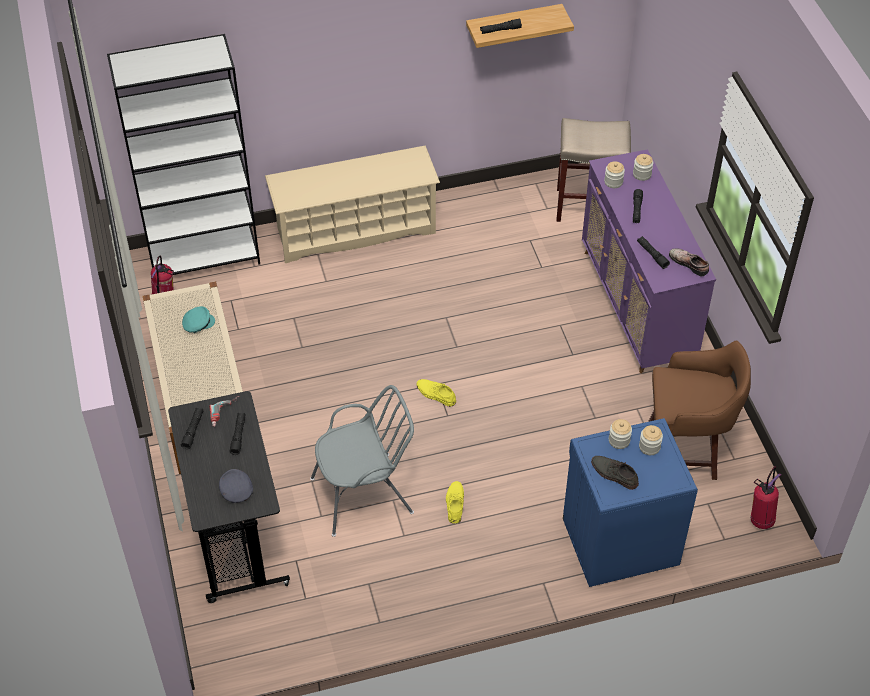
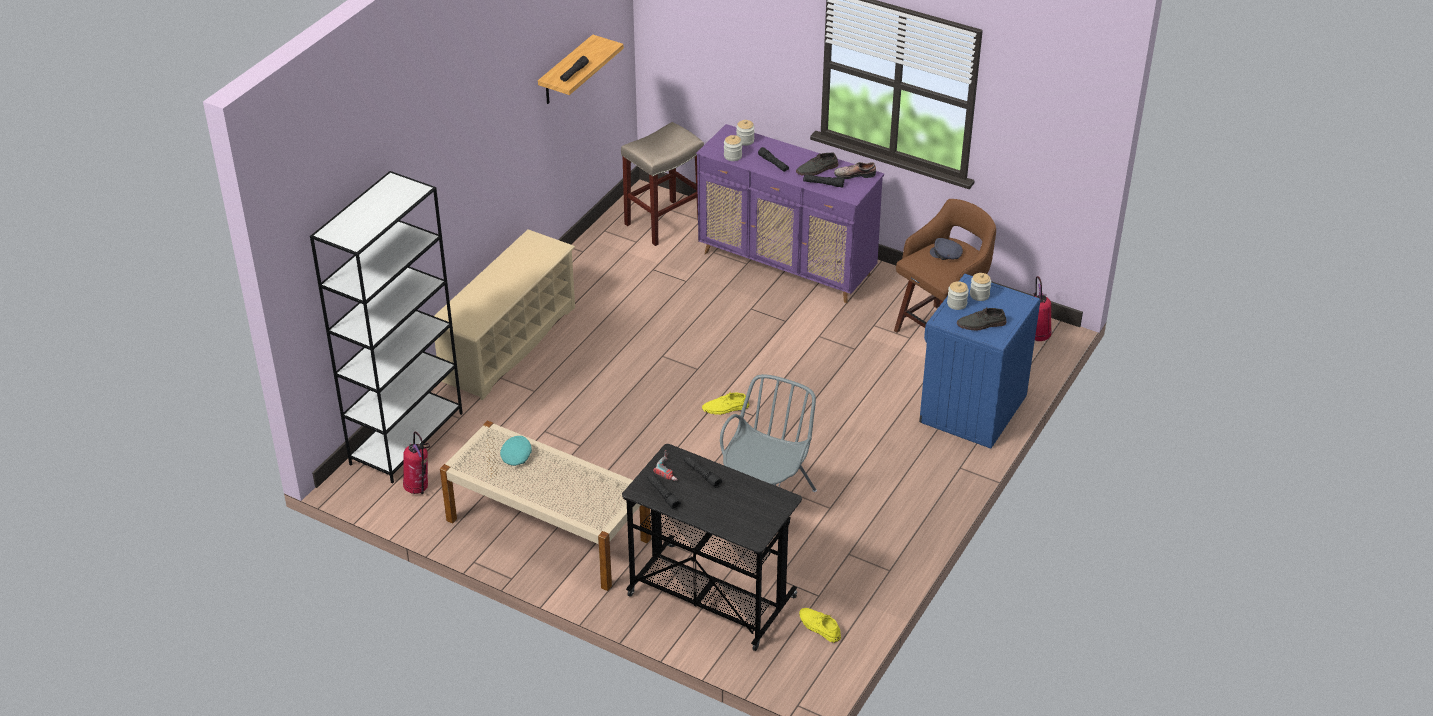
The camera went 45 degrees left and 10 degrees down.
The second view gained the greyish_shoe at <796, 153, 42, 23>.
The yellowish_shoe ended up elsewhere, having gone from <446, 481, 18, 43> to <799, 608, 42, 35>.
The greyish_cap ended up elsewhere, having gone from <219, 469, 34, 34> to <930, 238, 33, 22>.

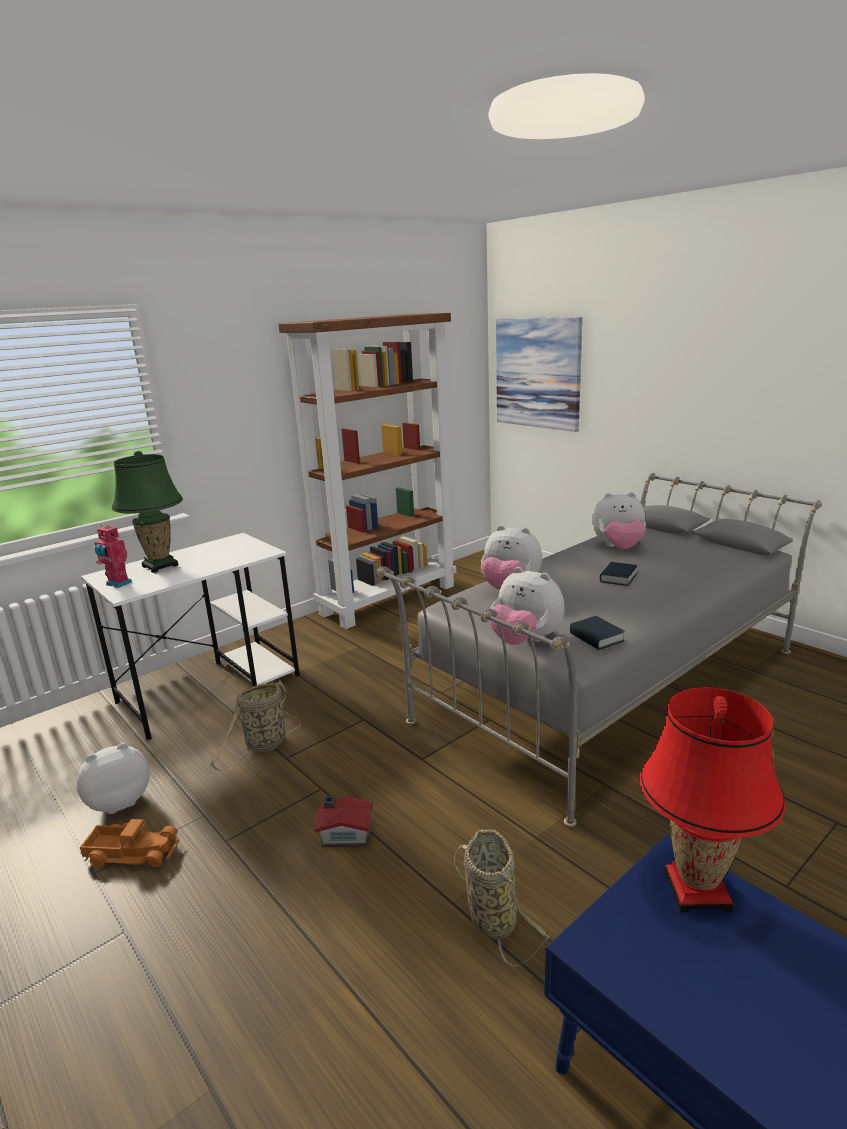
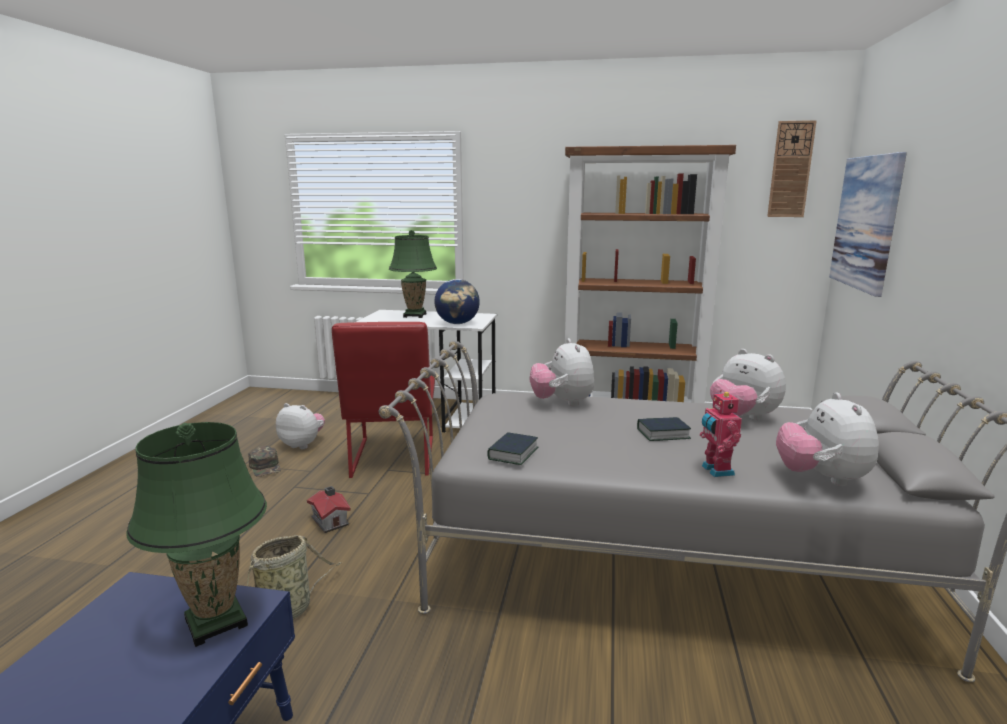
The camera went 50 degrees right and 5 degrees down.
What was the red-coloured_tabletop_lamp at <639, 687, 146, 225> turned into the greenish_tabletop_lamp at <126, 422, 141, 225>.
Where the model_truck stood at <80, 819, 99, 48>, the greenish_cap came to stand at <248, 446, 33, 31>.
Where the basket stood at <210, 680, 91, 91>, the red-coloured_chair came to stand at <332, 322, 103, 156>.
The second view gained the world_globe at <434, 279, 46, 45>.
The robot_figure ended up elsewhere, having gone from <95, 525, 37, 63> to <700, 390, 42, 87>.
The second view gained the clock_on_the_wall at <767, 120, 50, 97>.
The cuddly_toy ended up elsewhere, having gone from <489, 567, 76, 78> to <776, 392, 103, 94>.

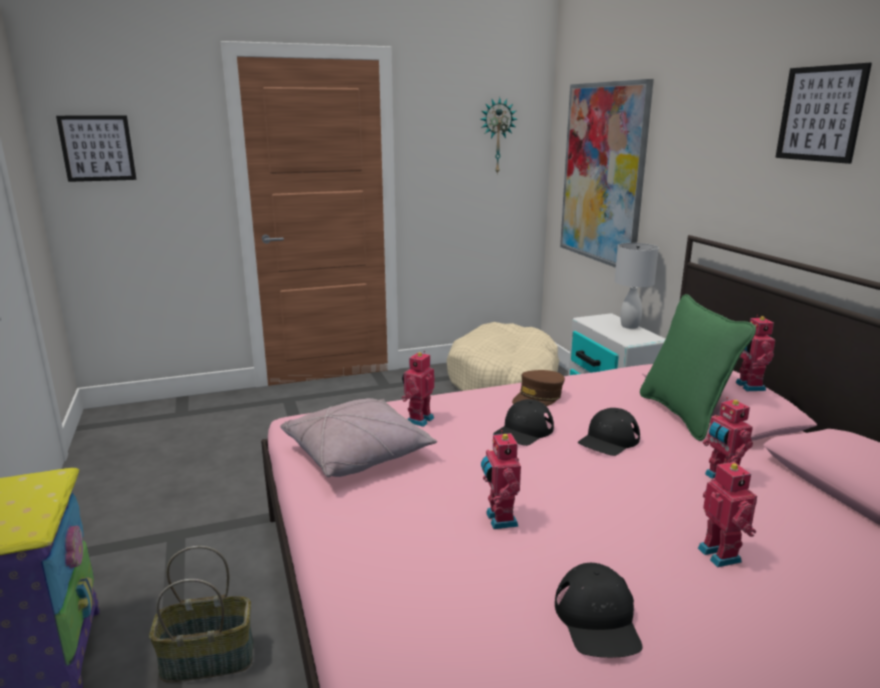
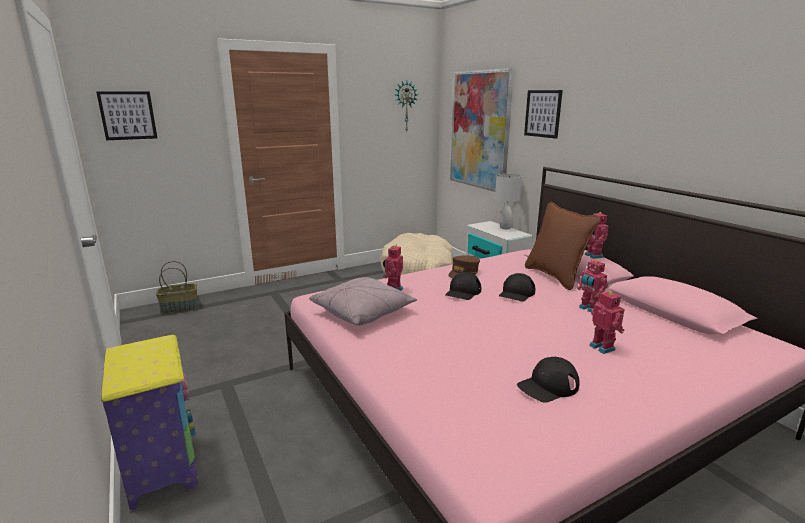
The camera went 10 degrees left and 0 degrees up.
The basket ended up elsewhere, having gone from <149, 546, 105, 136> to <156, 261, 43, 53>.
The blackish_cap at <555, 563, 87, 95> ended up facing another way, 75 degrees clockwise from before.
The wall_picture ended up elsewhere, having gone from <775, 63, 97, 101> to <524, 90, 39, 49>.
What was the greenish_pillow at <640, 294, 116, 147> turned into the brown_pillow at <525, 202, 75, 88>.
The second view lost the robot_figure at <481, 430, 40, 99>.

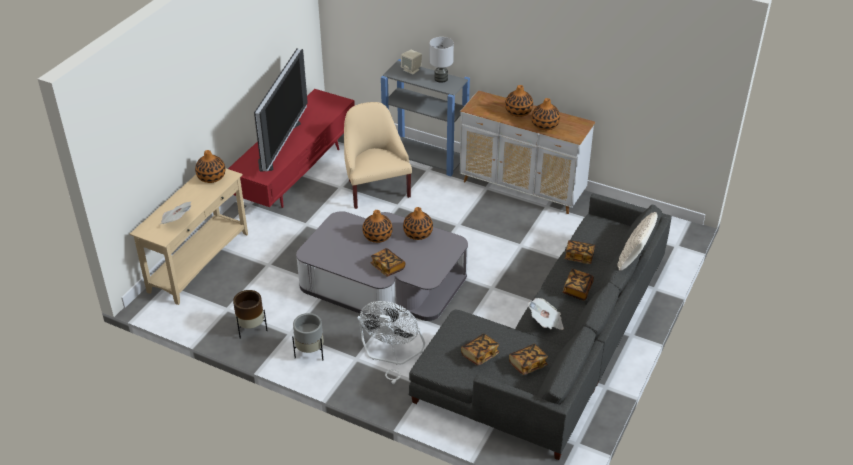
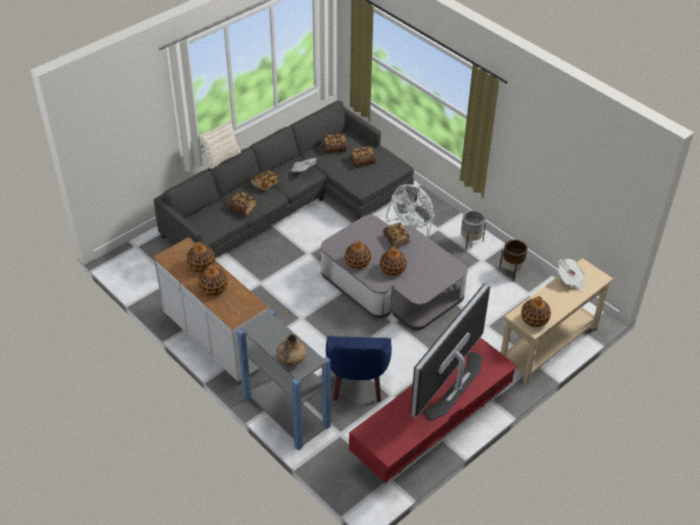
The camera went 160 degrees left and 5 degrees up.
Where the beige-coloured_speaker stood at <401, 50, 21, 24>, the brown_decorative_vase came to stand at <277, 334, 30, 32>.
What was the beige-coloured_easy_chair at <344, 102, 68, 107> turned into the blue_easy_chair at <326, 336, 66, 66>.
The second view lost the greyish_tabletop_lamp at <430, 37, 24, 46>.

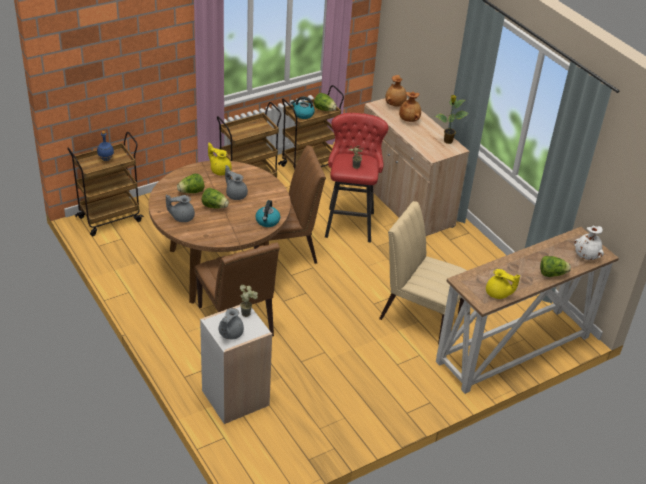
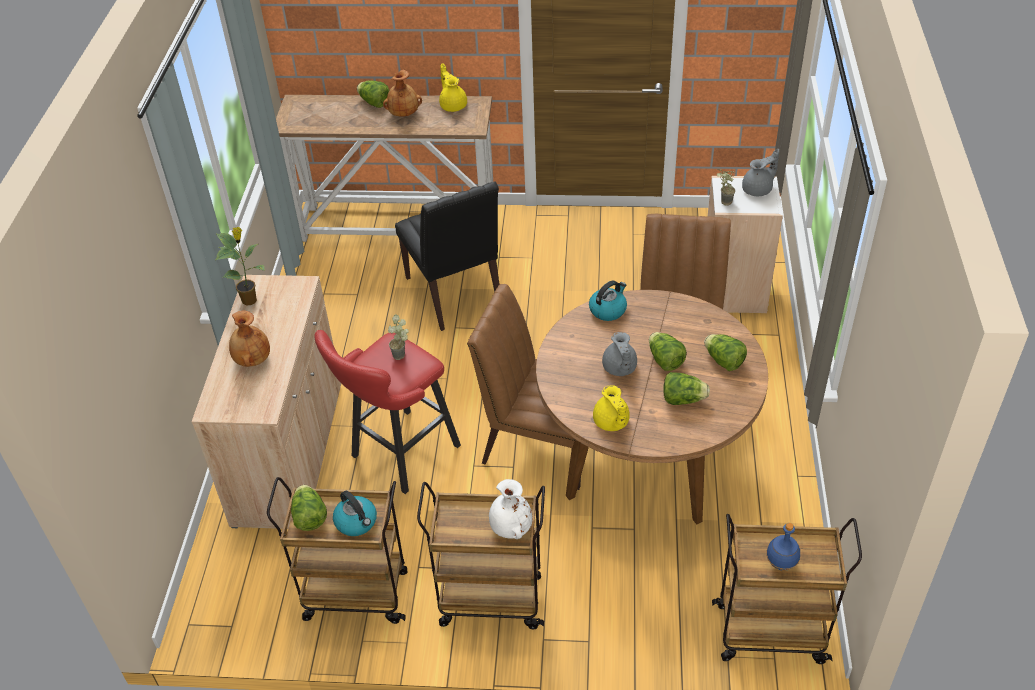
The camera went 140 degrees left and 5 degrees up.
The brown_decorative_vase ended up elsewhere, having gone from <385, 75, 22, 31> to <383, 70, 39, 47>.
What was the beige-coloured_chair at <379, 201, 88, 144> turned into the blackish_chair at <395, 181, 104, 150>.
The white_decorative_vase ended up elsewhere, having gone from <574, 225, 30, 35> to <489, 479, 44, 60>.
Where the greyish_tea_pot stood at <166, 195, 29, 27>, the head_of_lettuce came to stand at <704, 334, 43, 37>.

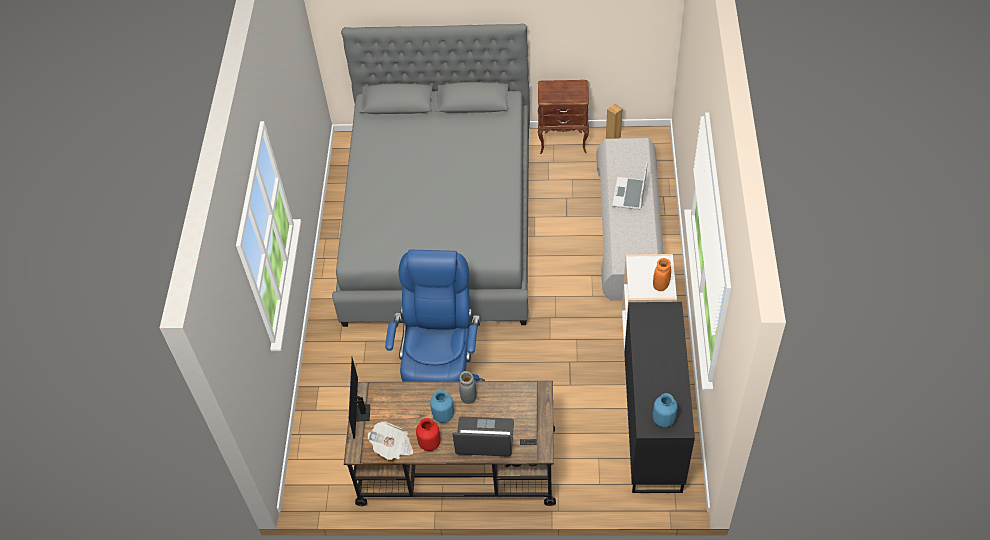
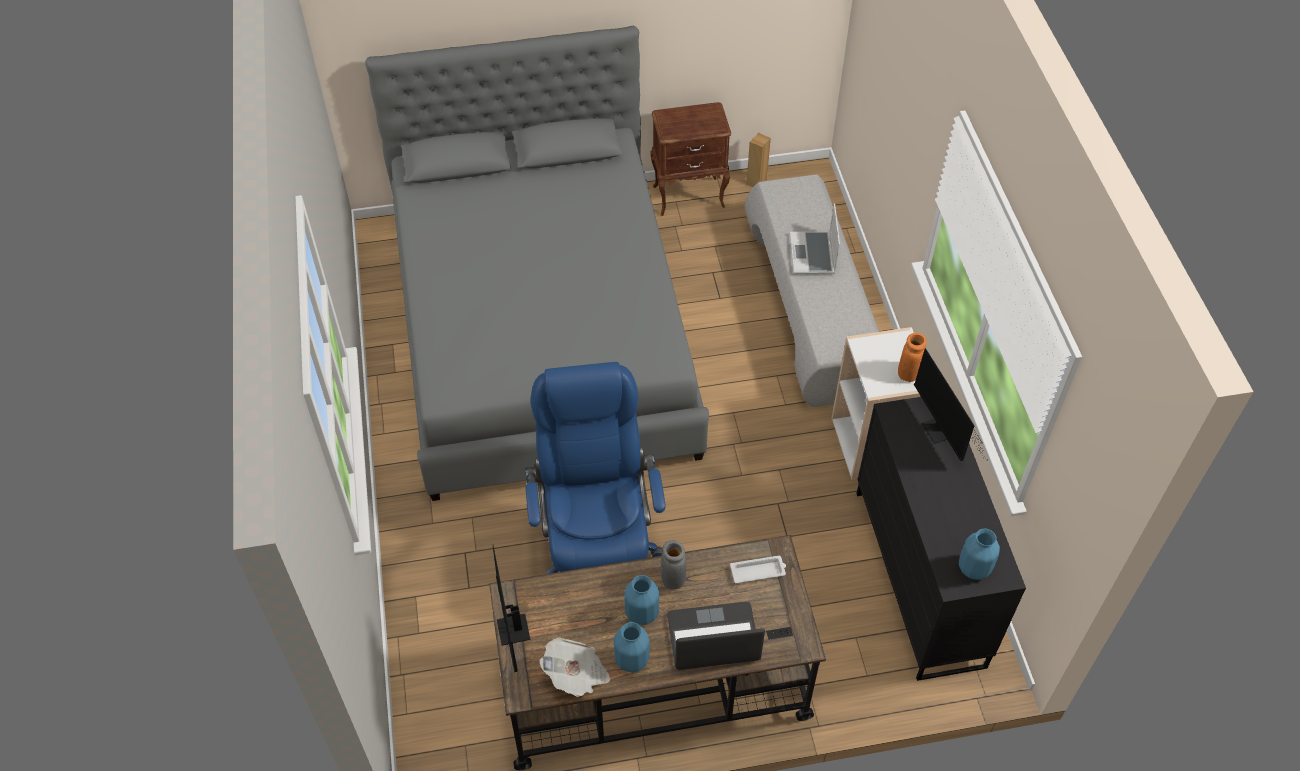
The camera went 15 degrees left and 0 degrees up.
What was the red-coloured_decorative_vase at <416, 418, 25, 33> turned into the blue_decorative_vase at <614, 622, 36, 50>.
The second view gained the white_carrying_tray at <730, 556, 56, 27>.
The second view gained the computer_screen at <914, 348, 73, 113>.

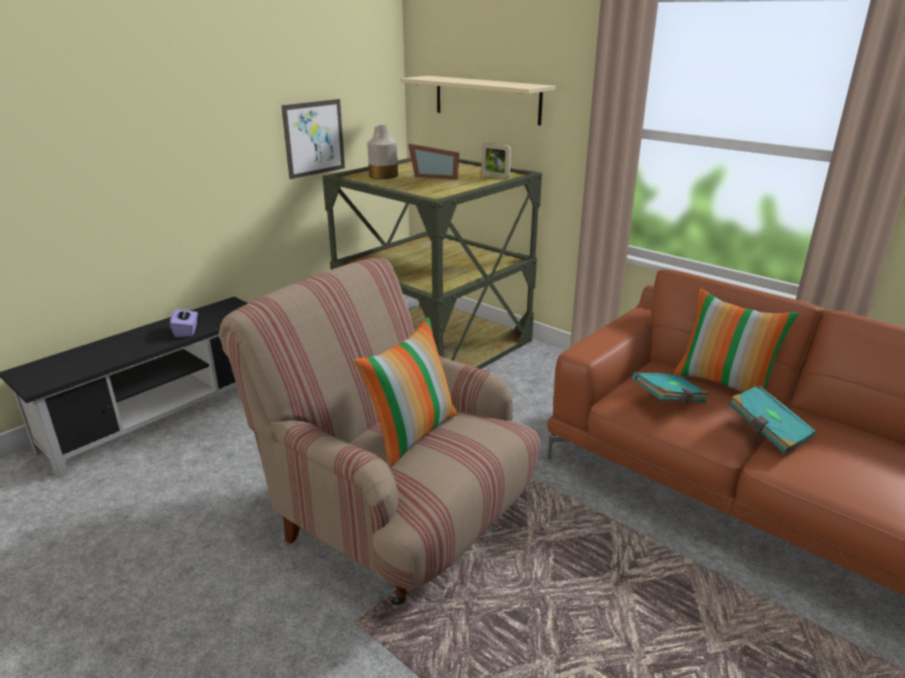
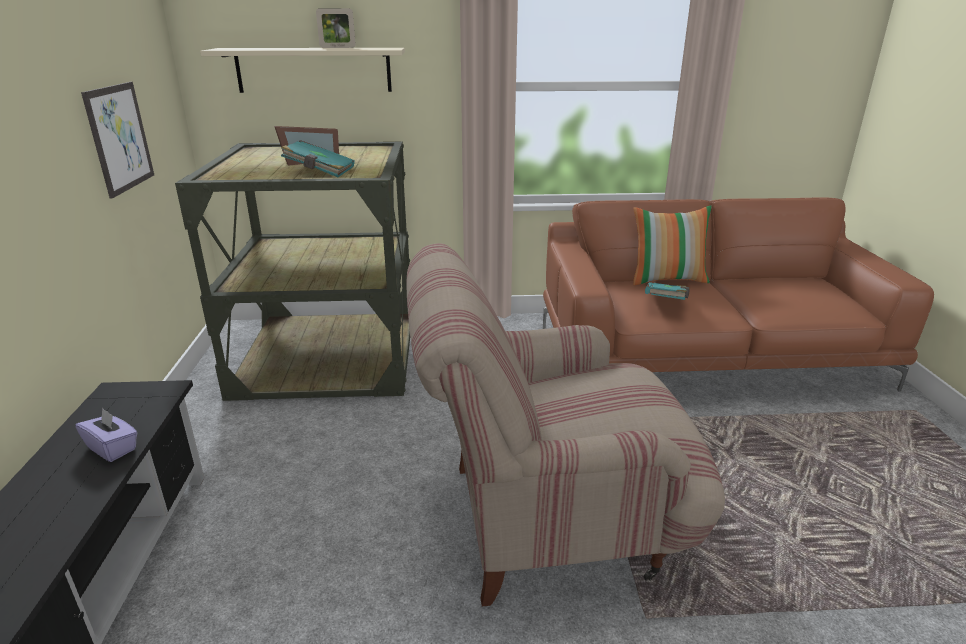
The camera went 45 degrees left and 0 degrees up.
The turquoise-coloured_bound_book ended up elsewhere, having gone from <728, 385, 88, 69> to <281, 140, 74, 37>.
The standing_frame ended up elsewhere, having gone from <481, 143, 30, 36> to <316, 8, 39, 40>.
The second view lost the pillow at <354, 317, 104, 150>.
The second view lost the beige-coloured_decorative_vase at <367, 125, 31, 54>.

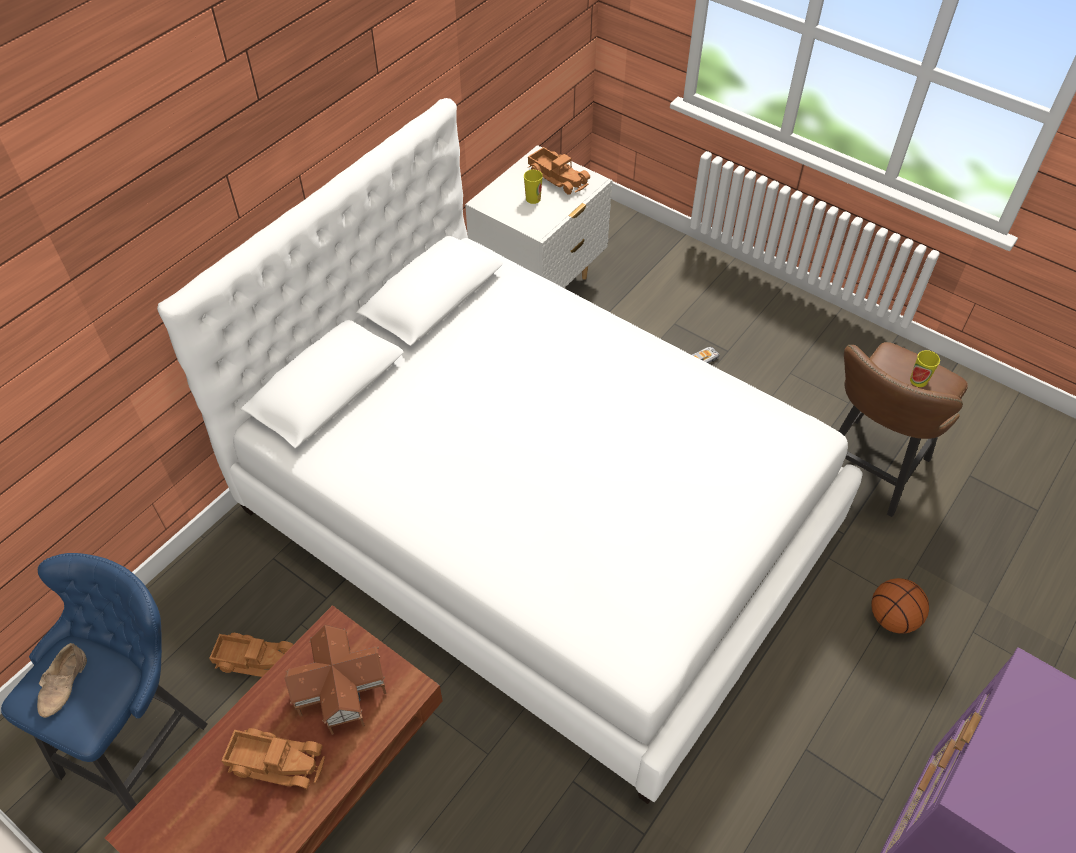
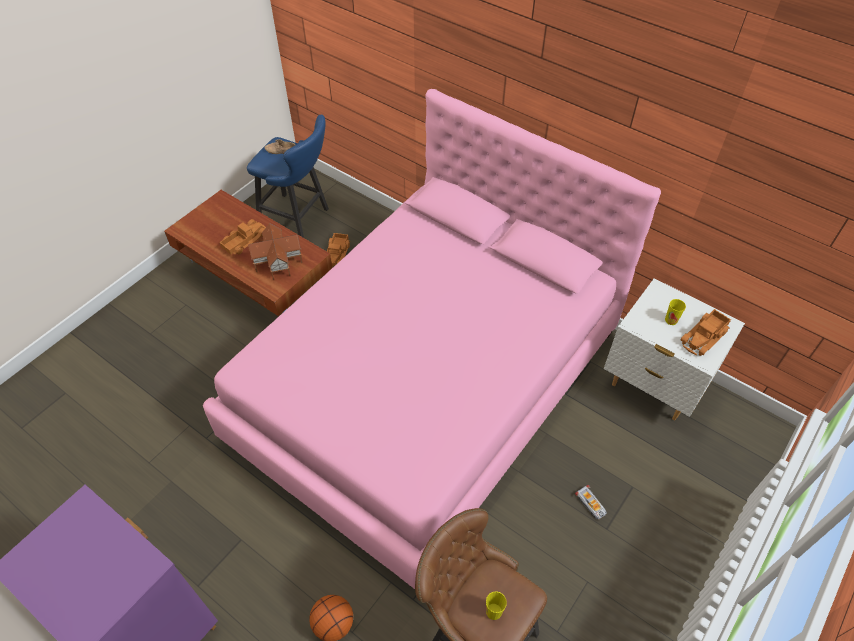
The camera went 90 degrees right and 0 degrees up.
What was the white_bed at <157, 98, 706, 706> turned into the pinkish_bed at <203, 89, 458, 500>.
The model_truck at <222, 728, 103, 61> ended up facing another way, 150 degrees counterclockwise from before.

